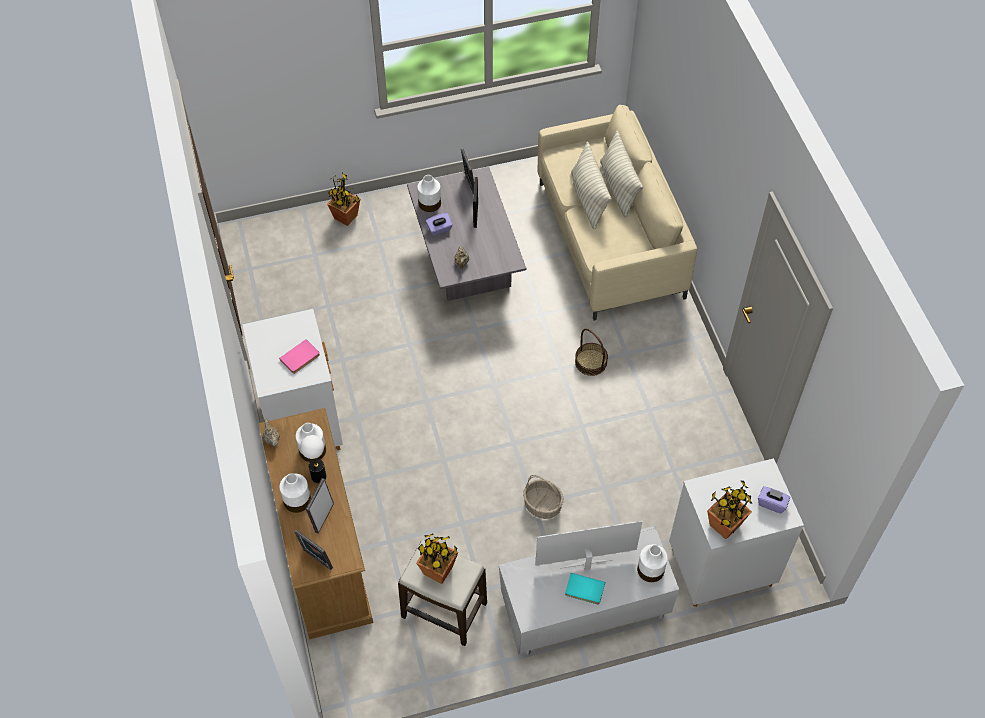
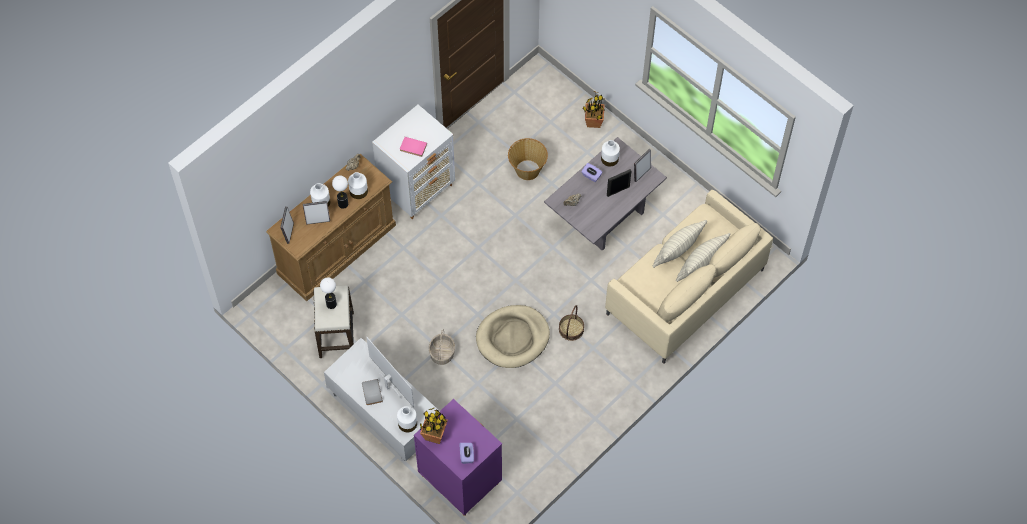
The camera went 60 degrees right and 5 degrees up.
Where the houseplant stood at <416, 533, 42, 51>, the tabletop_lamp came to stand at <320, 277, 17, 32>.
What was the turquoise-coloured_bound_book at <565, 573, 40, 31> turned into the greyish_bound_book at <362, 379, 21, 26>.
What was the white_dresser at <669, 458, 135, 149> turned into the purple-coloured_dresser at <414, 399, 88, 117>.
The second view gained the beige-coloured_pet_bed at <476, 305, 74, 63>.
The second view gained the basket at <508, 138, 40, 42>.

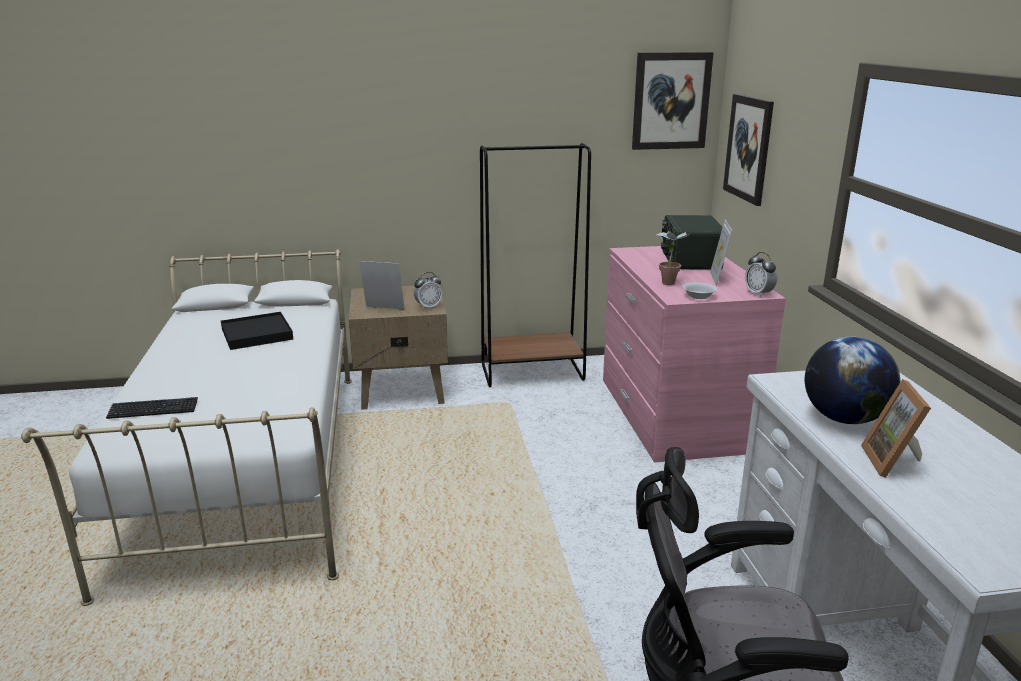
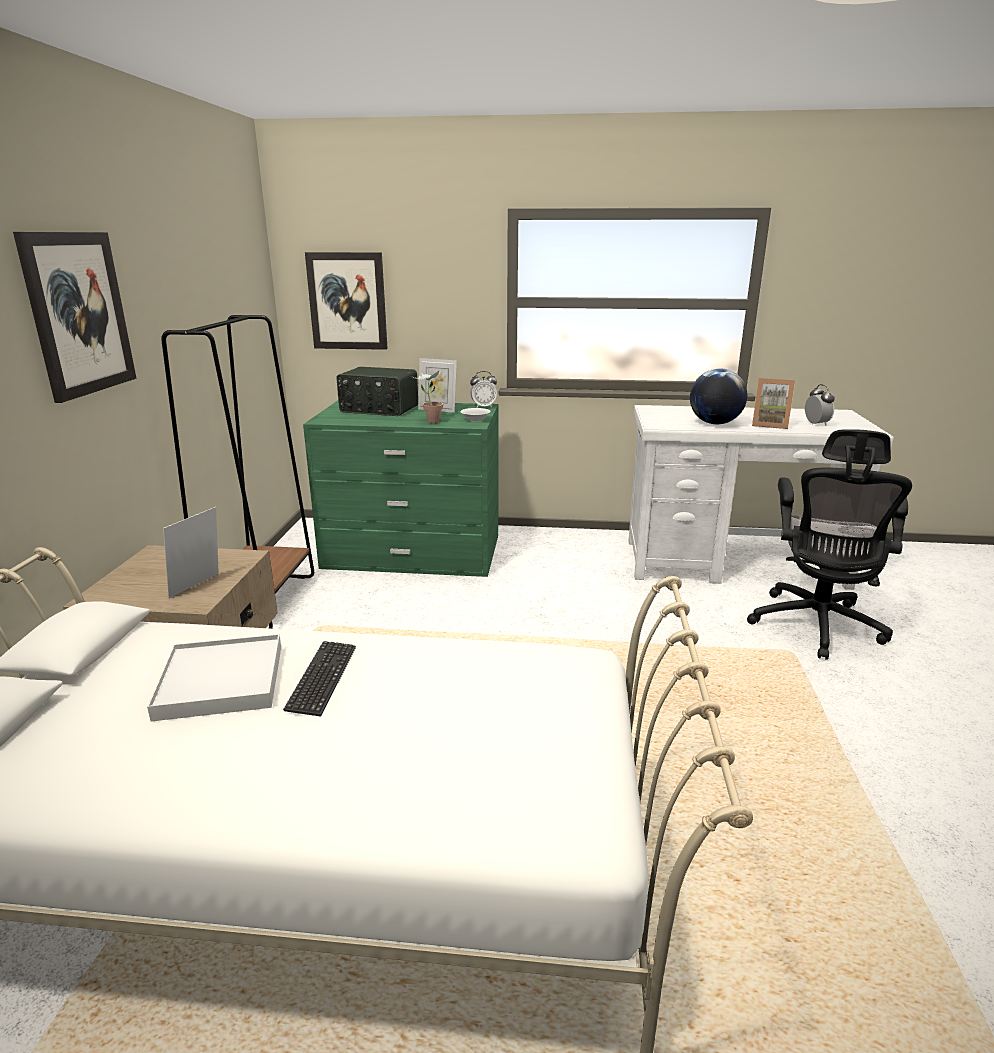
The camera went 75 degrees left and 0 degrees up.
The wall_picture ended up elsewhere, having gone from <632, 52, 82, 98> to <13, 232, 124, 171>.
What was the blackish_carrying_tray at <221, 312, 72, 38> turned into the white_carrying_tray at <147, 634, 134, 87>.
The computer_keyboard ended up elsewhere, having gone from <106, 397, 92, 22> to <283, 641, 73, 76>.
What was the pinkish_dresser at <603, 246, 183, 217> turned into the greenish_dresser at <303, 400, 195, 177>.
The bedside_clock ended up elsewhere, having gone from <414, 272, 28, 38> to <805, 384, 30, 42>.

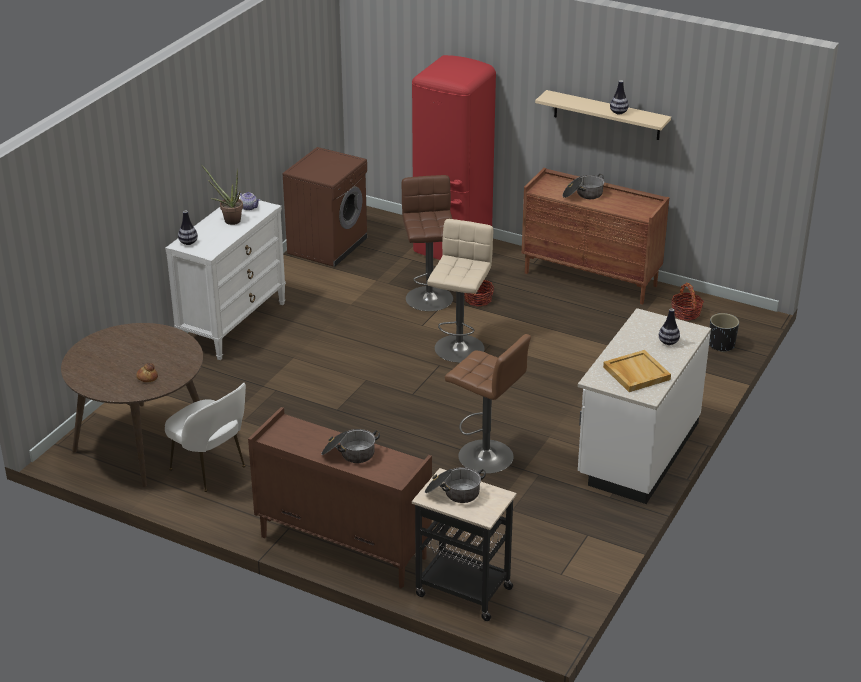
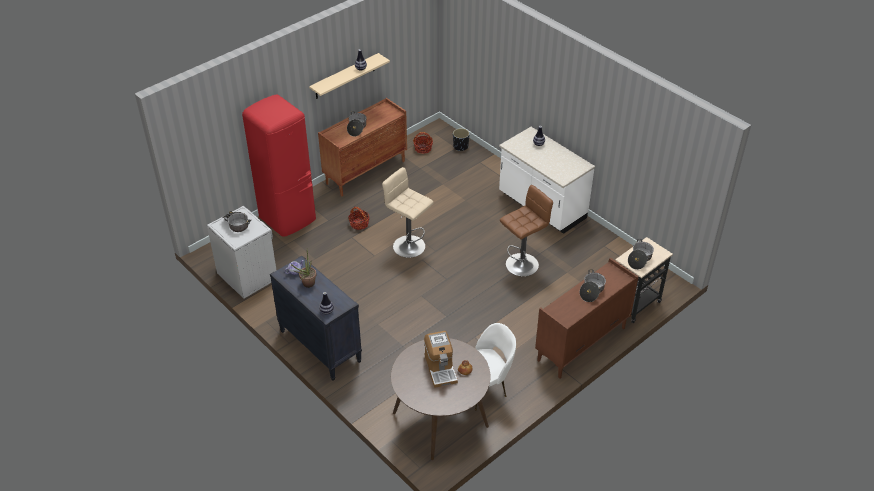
The camera went 70 degrees left and 10 degrees up.
What was the brown_washing_machine at <283, 147, 84, 120> turned into the white_washing_machine at <207, 206, 70, 93>.
The second view gained the stockpot at <222, 211, 29, 21>.
What was the white_dresser at <165, 196, 121, 164> turned into the blackish_dresser at <270, 256, 92, 124>.
The second view gained the coffee_brewer at <424, 331, 34, 57>.
The second view lost the brown_stool_seat at <402, 175, 51, 136>.
The second view lost the beige-coloured_carrying_tray at <603, 350, 68, 42>.

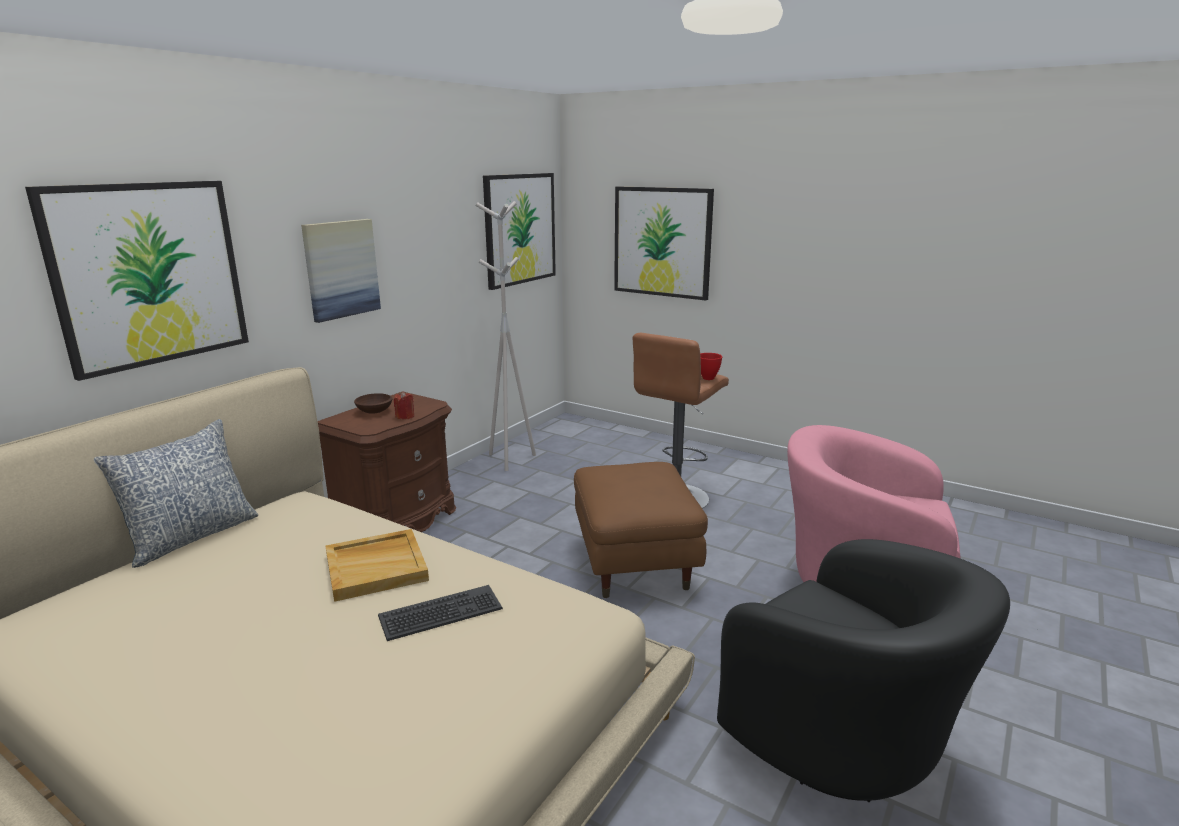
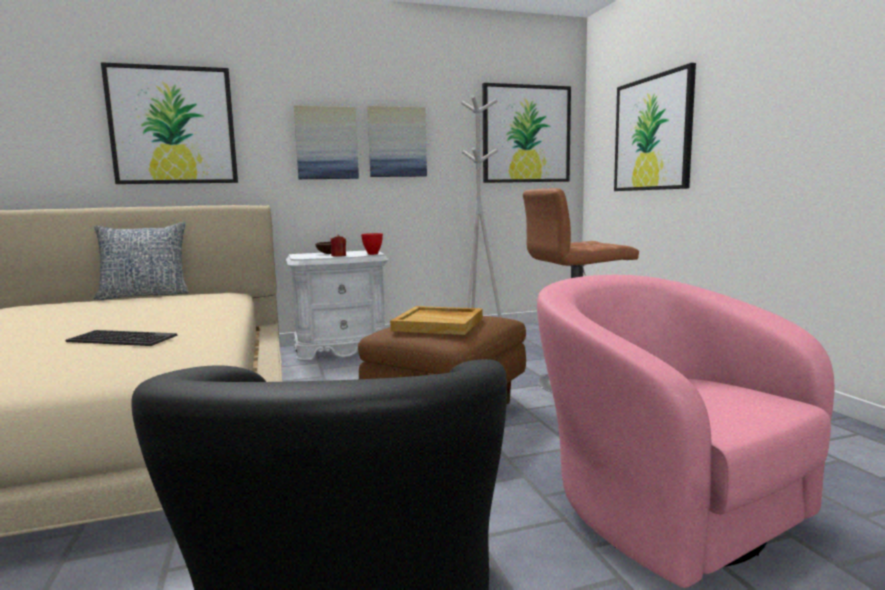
The camera went 40 degrees right and 10 degrees down.
What was the brown_night_table at <318, 391, 138, 141> turned into the white_night_table at <286, 251, 102, 110>.
The red-coloured_deep_dish ended up elsewhere, having gone from <700, 353, 22, 27> to <361, 233, 22, 22>.
The second view gained the wall_picture at <367, 106, 60, 71>.
The beige-coloured_carrying_tray ended up elsewhere, having gone from <326, 529, 103, 73> to <390, 306, 93, 29>.

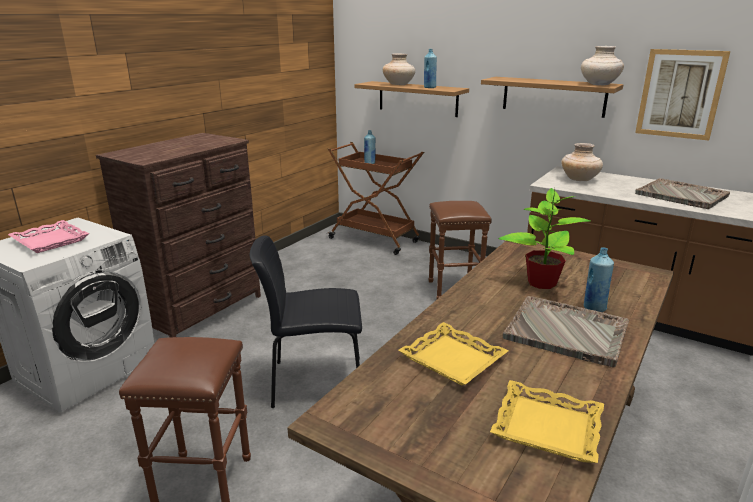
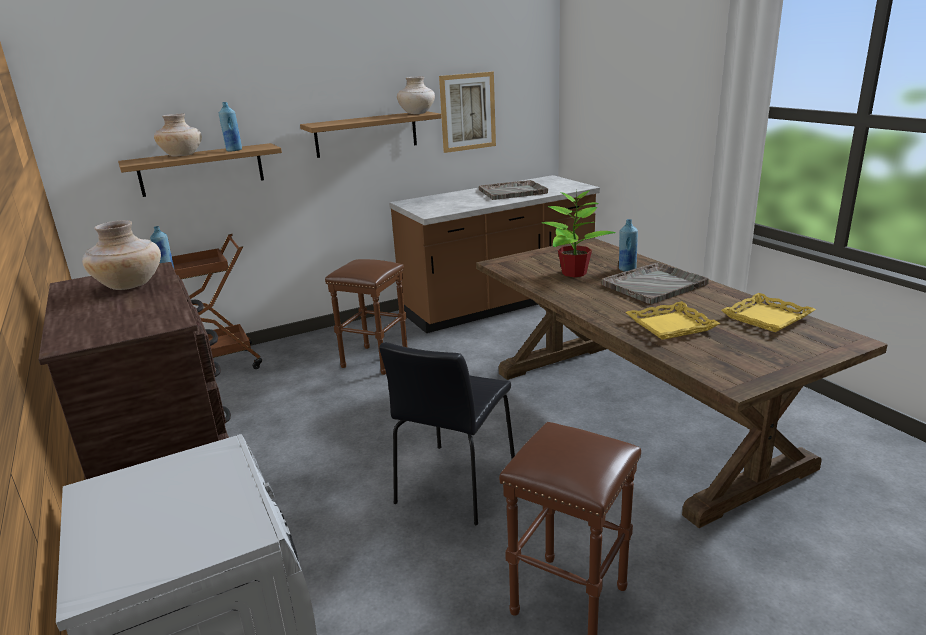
The camera went 60 degrees left and 0 degrees up.
The beige-coloured_decorative_vase ended up elsewhere, having gone from <561, 143, 42, 38> to <82, 220, 79, 70>.
The second view lost the pinkish_carrying_tray at <8, 220, 81, 33>.

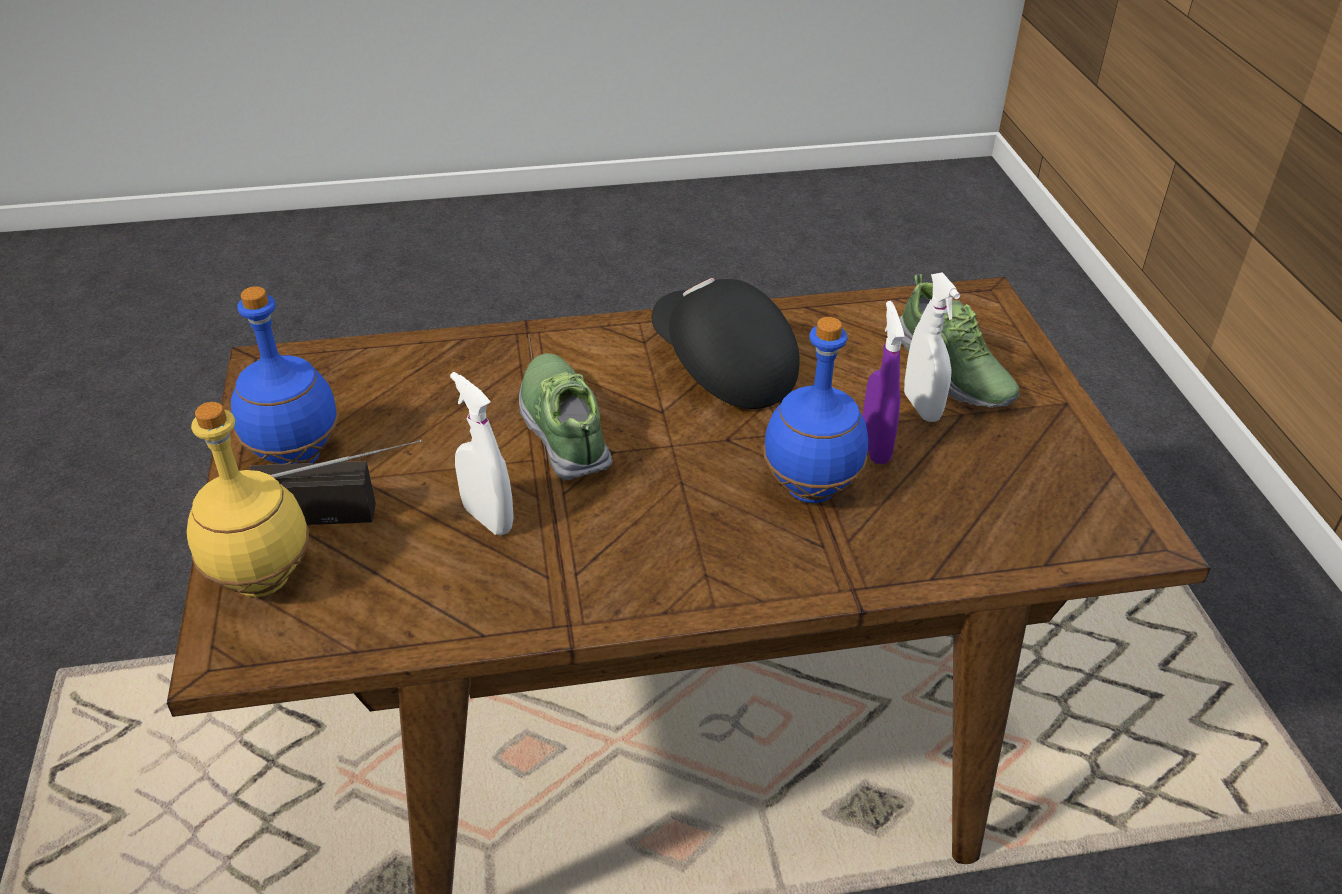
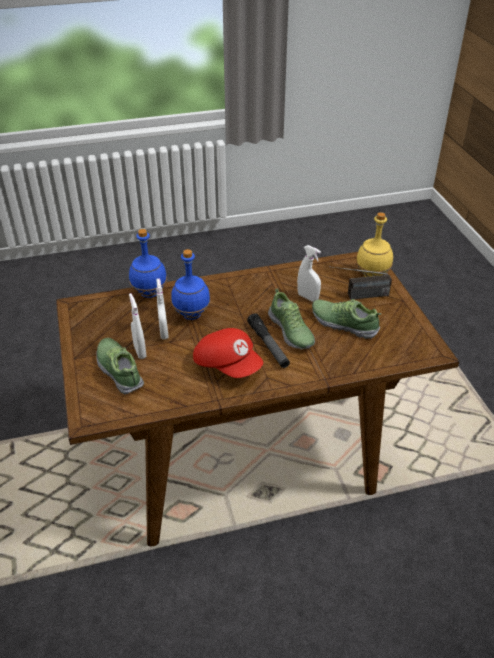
The camera went 175 degrees right and 0 degrees up.
The blue_bottle ended up elsewhere, having gone from <231, 286, 108, 179> to <129, 229, 38, 69>.
What was the purple-coloured_sprayer at <863, 301, 42, 163> turned into the white_sprayer at <156, 278, 13, 62>.
What was the blackish_cap at <652, 278, 148, 131> turned into the red-coloured_cap at <193, 328, 70, 50>.
The second view gained the hand_torch at <247, 313, 43, 55>.
The second view gained the shoe at <312, 299, 70, 40>.

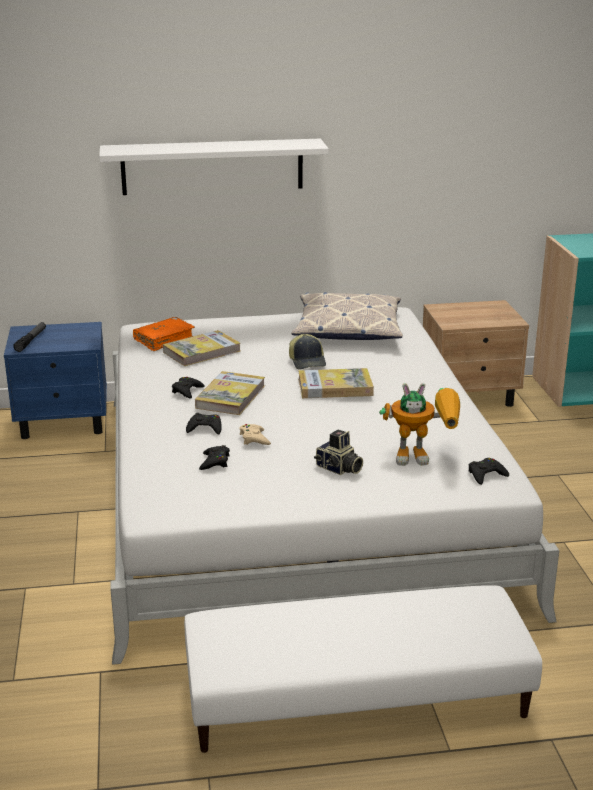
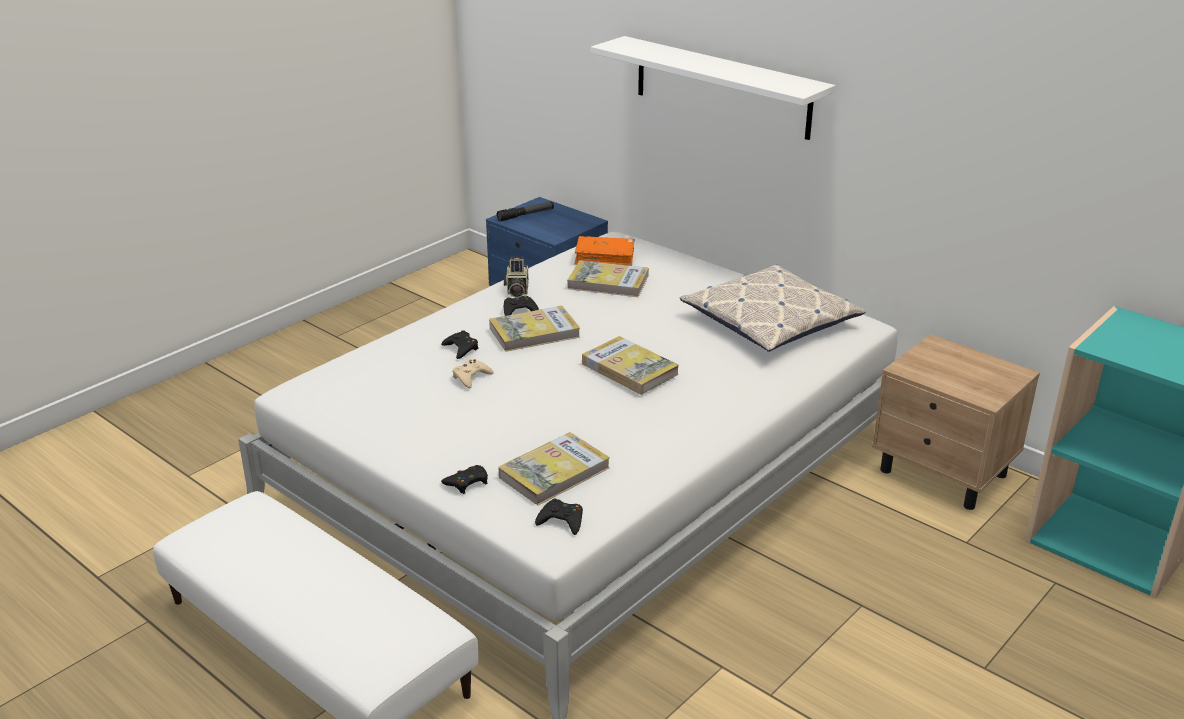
The camera went 50 degrees right and 5 degrees up.
The blackish_game_controller ended up elsewhere, having gone from <199, 445, 31, 25> to <441, 465, 47, 29>.
Where the robot_figure stood at <379, 383, 81, 83>, the bound_book came to stand at <498, 432, 112, 73>.
The still_camera ended up elsewhere, having gone from <314, 430, 49, 45> to <504, 256, 25, 42>.
The second view lost the cap at <289, 334, 37, 36>.

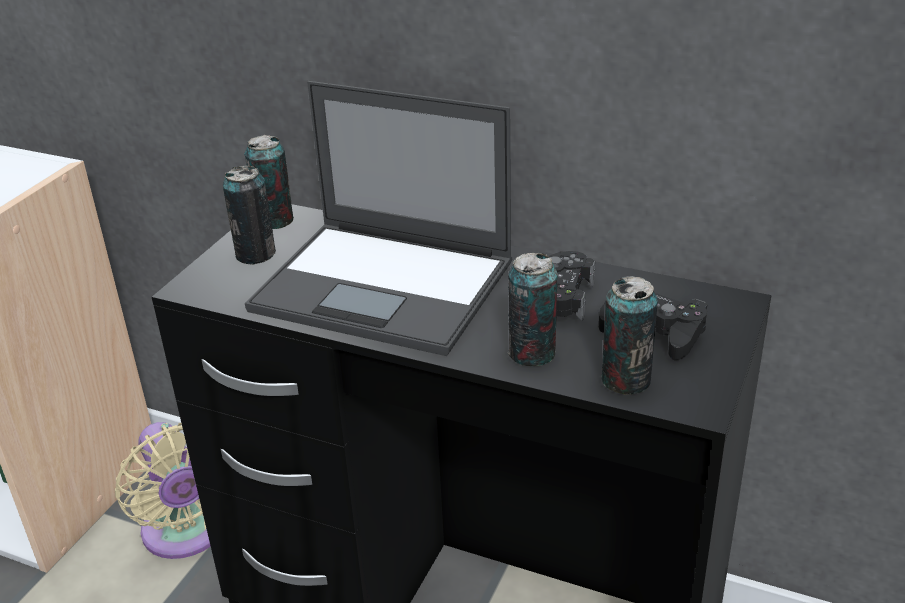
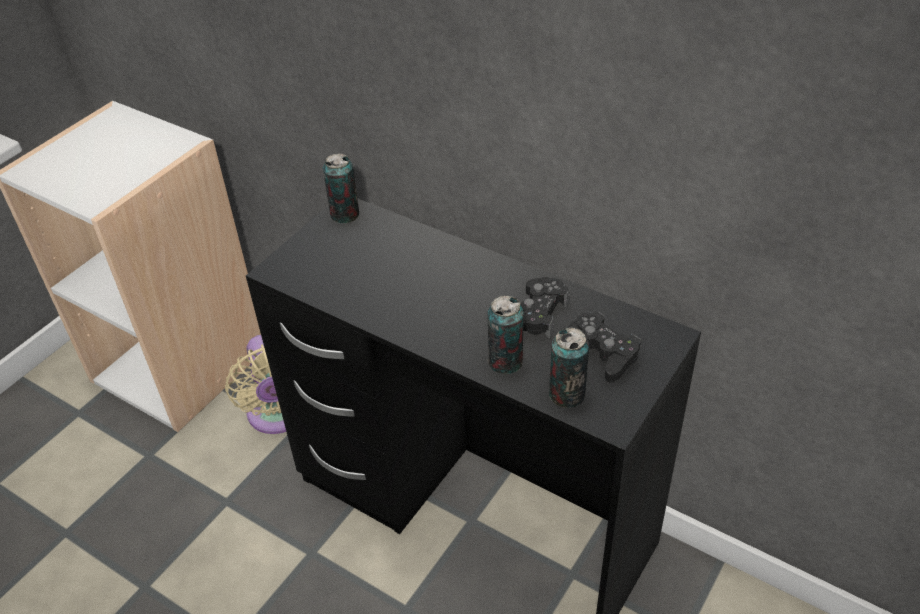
The camera went 10 degrees right and 10 degrees up.
The second view lost the metal_can at <223, 166, 53, 99>.
The second view lost the laptop at <245, 81, 267, 275>.

